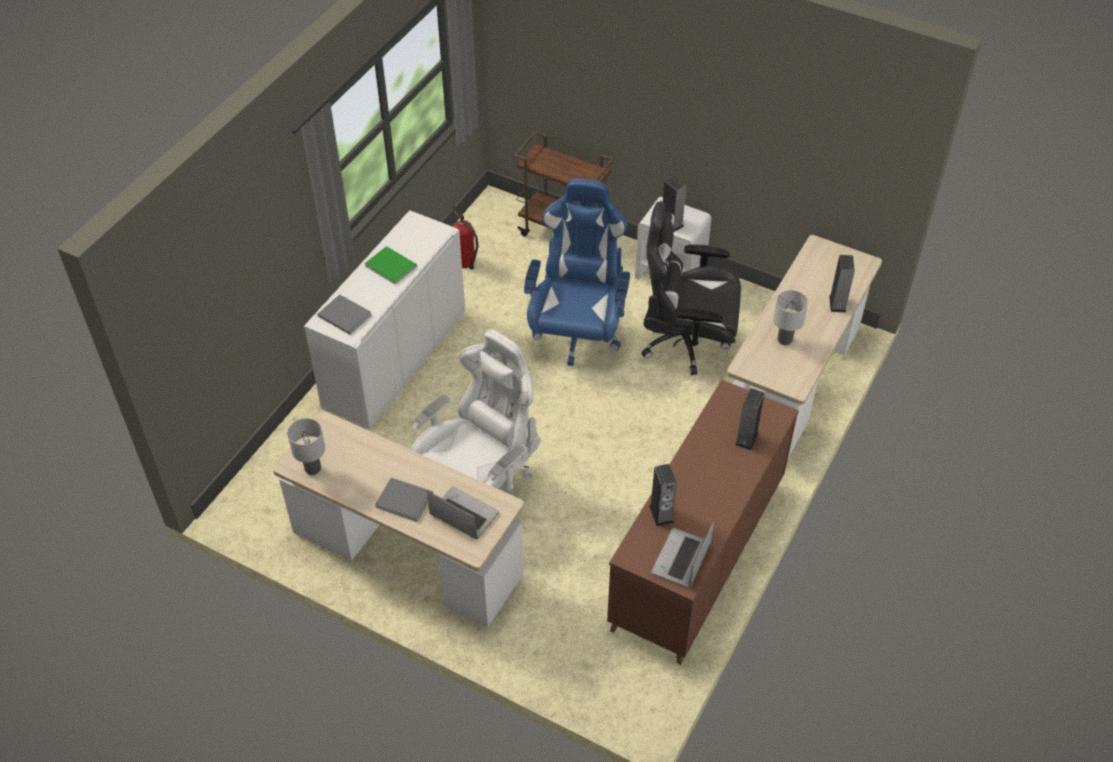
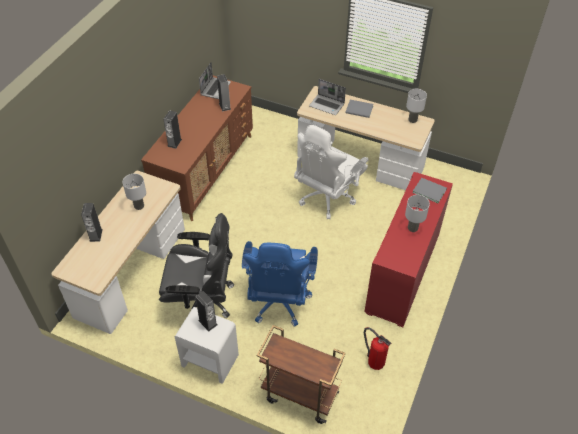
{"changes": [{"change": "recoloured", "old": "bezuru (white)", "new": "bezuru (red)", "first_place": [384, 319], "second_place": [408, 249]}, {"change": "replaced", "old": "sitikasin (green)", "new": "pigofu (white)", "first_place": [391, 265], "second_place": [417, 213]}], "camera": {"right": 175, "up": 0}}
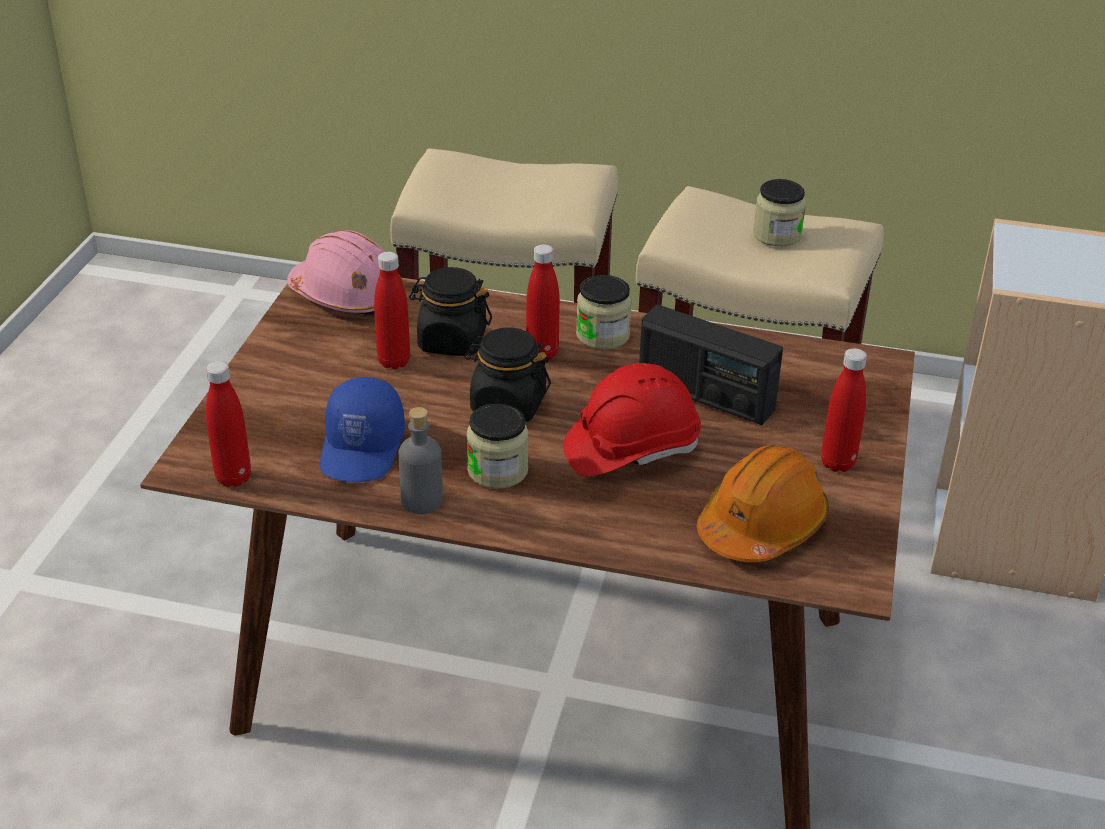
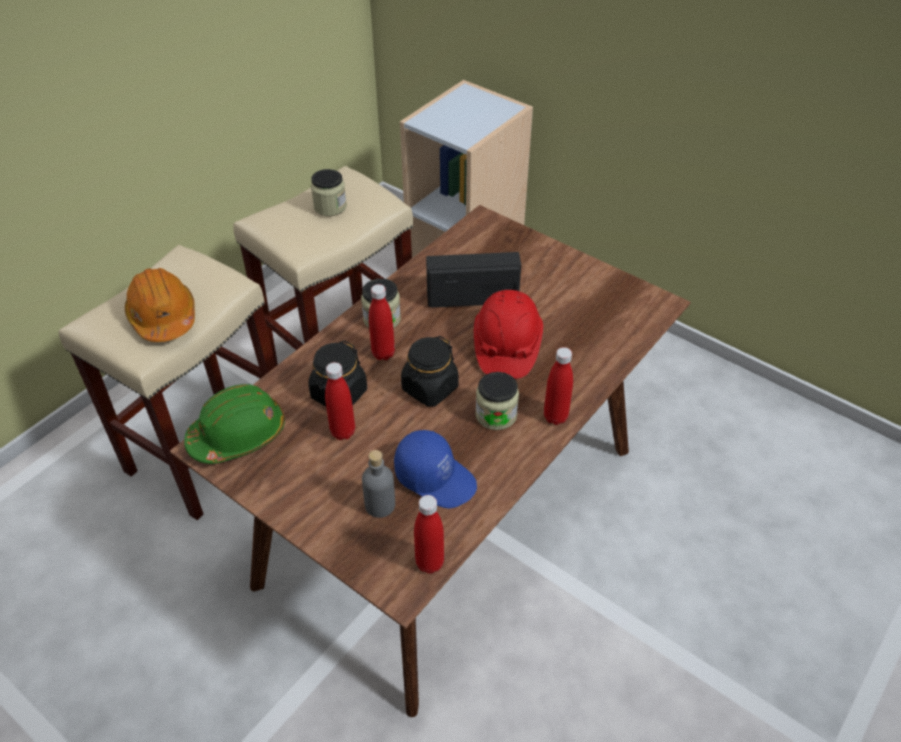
{"changes": [{"change": "moved", "old": "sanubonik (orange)", "first_place": [763, 503], "second_place": [160, 305]}, {"change": "recoloured", "old": "sanubonik (pink)", "new": "sanubonik (green)", "first_place": [345, 272], "second_place": [234, 424]}, {"change": "moved", "old": "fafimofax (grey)", "first_place": [421, 460], "second_place": [378, 484]}, {"change": "turned", "old": "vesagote", "first_place": [711, 365], "second_place": [473, 280], "degrees": -150}, {"change": "moved", "old": "fafimofax (red)", "first_place": [844, 410], "second_place": [558, 386]}], "camera": {"right": -65, "up": 10}}
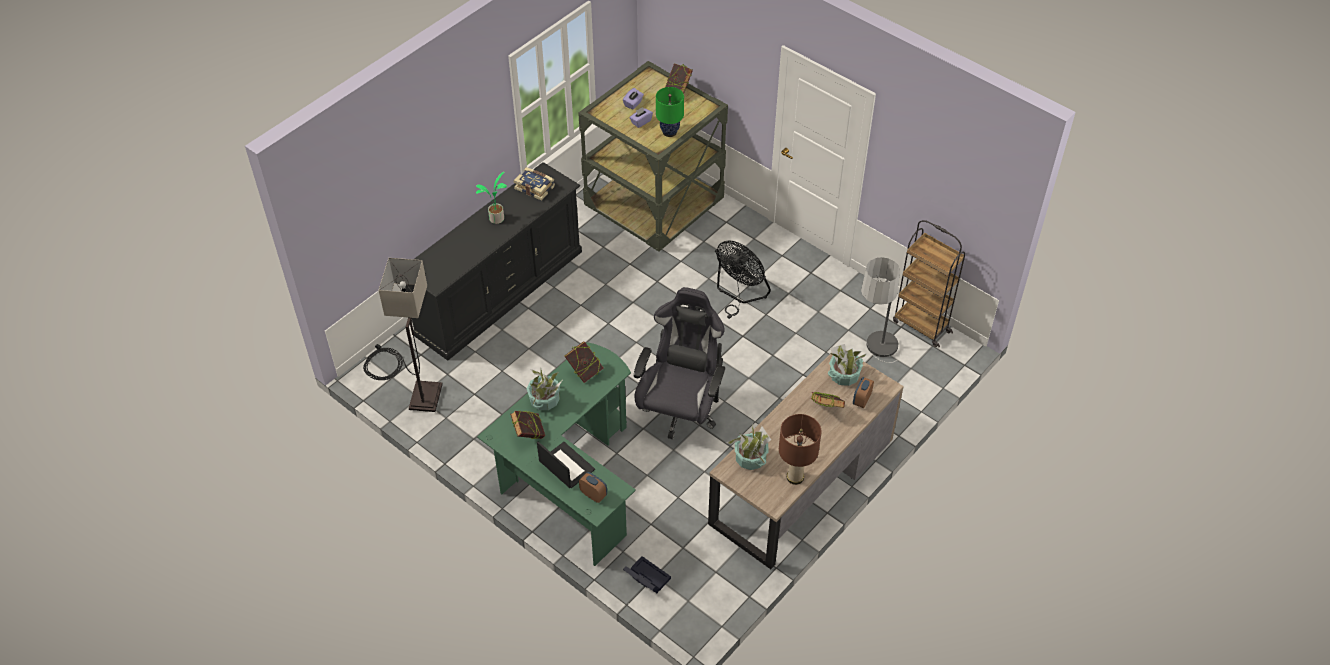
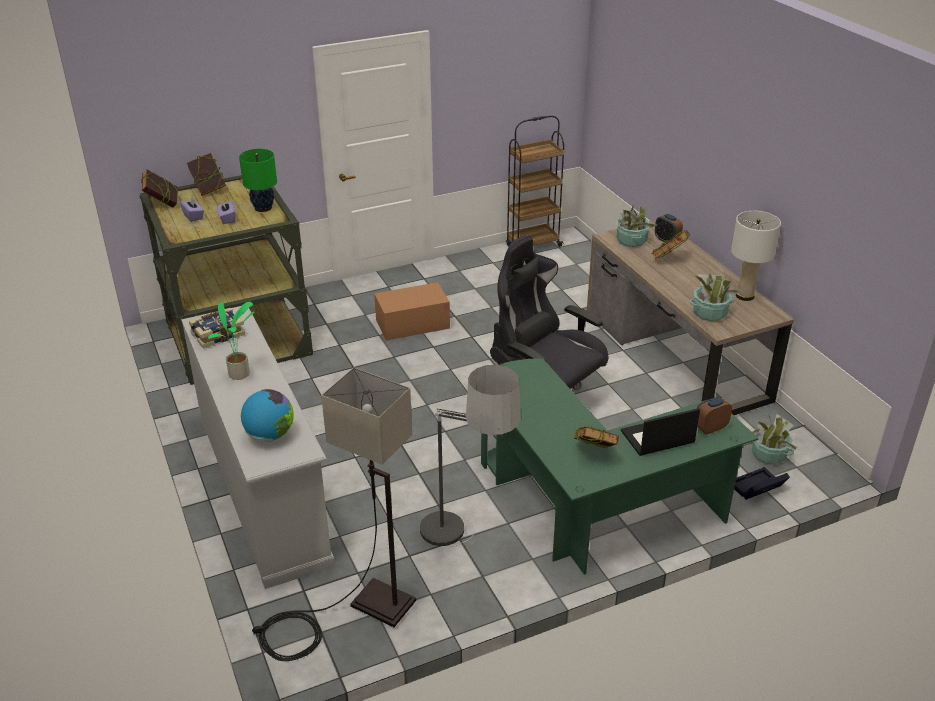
{"changes": [{"change": "moved", "old": "sitikasin", "first_place": [584, 362], "second_place": [159, 188]}, {"change": "recoloured", "old": "bezuru (black)", "new": "bezuru (white)", "first_place": [493, 261], "second_place": [258, 447]}, {"change": "added", "new": "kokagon", "second_place": [267, 415]}, {"change": "replaced", "old": "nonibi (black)", "new": "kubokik", "first_place": [742, 280], "second_place": [412, 311]}, {"change": "moved", "old": "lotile", "first_place": [881, 310], "second_place": [470, 455]}, {"change": "recoloured", "old": "pigofu (brown)", "new": "pigofu (white)", "first_place": [800, 449], "second_place": [756, 256]}, {"change": "moved", "old": "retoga", "first_place": [544, 389], "second_place": [775, 439]}], "camera": {"right": -65, "up": -15}}
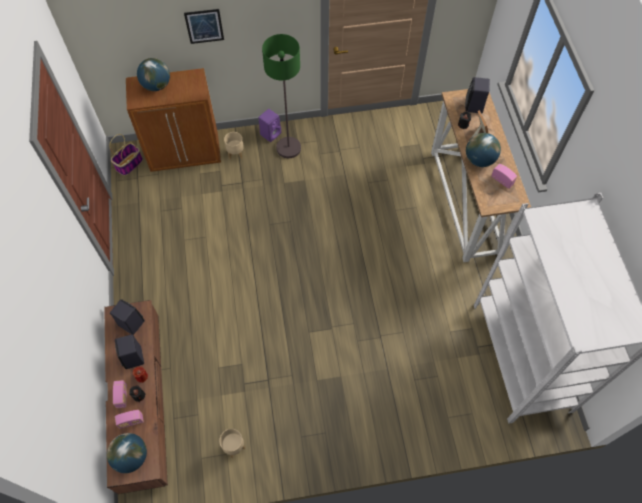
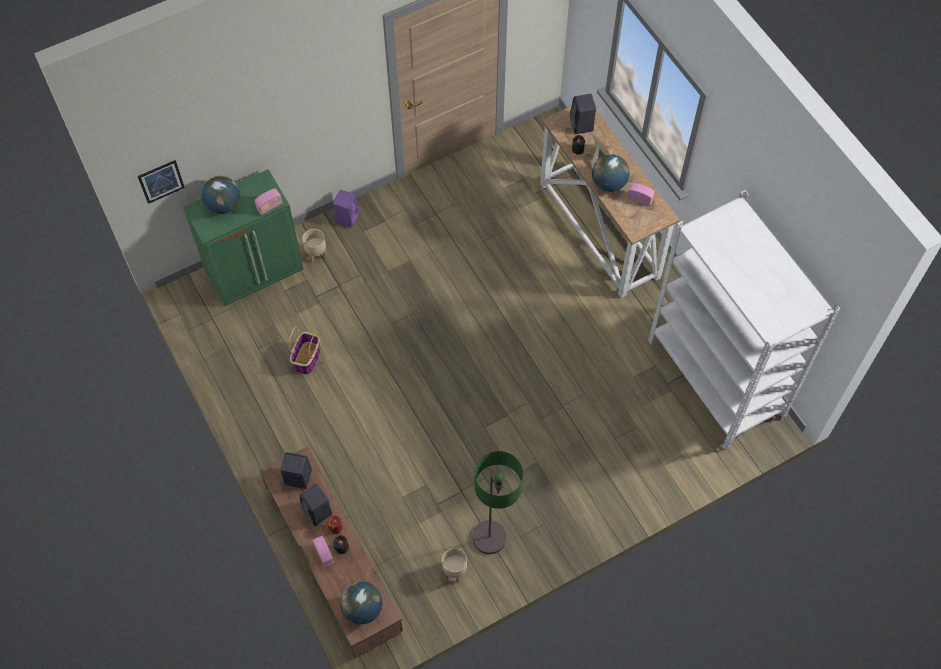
{"changes": [{"change": "moved", "old": "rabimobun", "first_place": [204, 26], "second_place": [161, 182]}, {"change": "recoloured", "old": "bezuru (brown)", "new": "bezuru (green)", "first_place": [173, 120], "second_place": [243, 237]}, {"change": "moved", "old": "vesagote", "first_place": [129, 419], "second_place": [268, 201]}, {"change": "moved", "old": "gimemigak", "first_place": [126, 154], "second_place": [304, 350]}, {"change": "moved", "old": "lotile (green)", "first_place": [281, 96], "second_place": [497, 502]}], "camera": {"right": -20, "up": 0}}
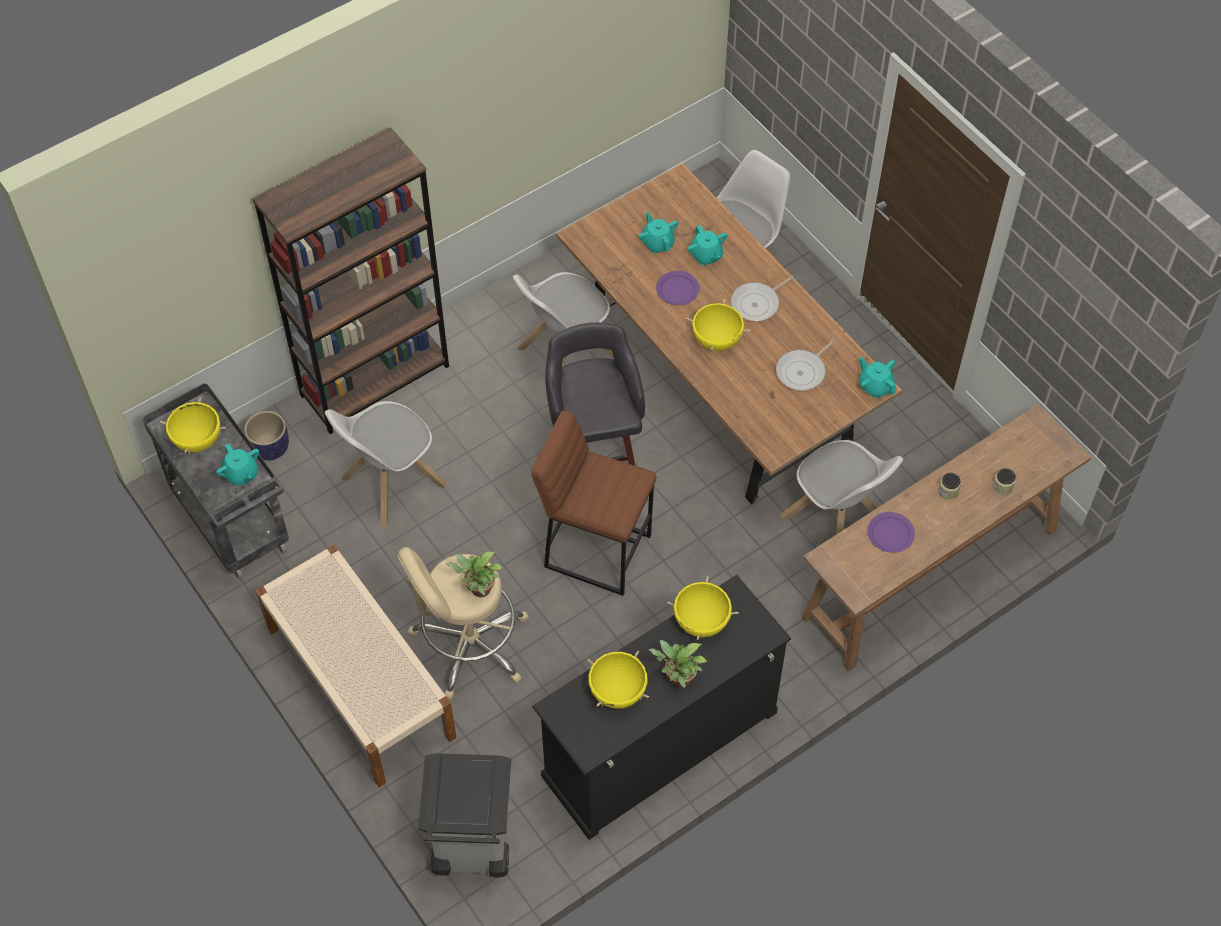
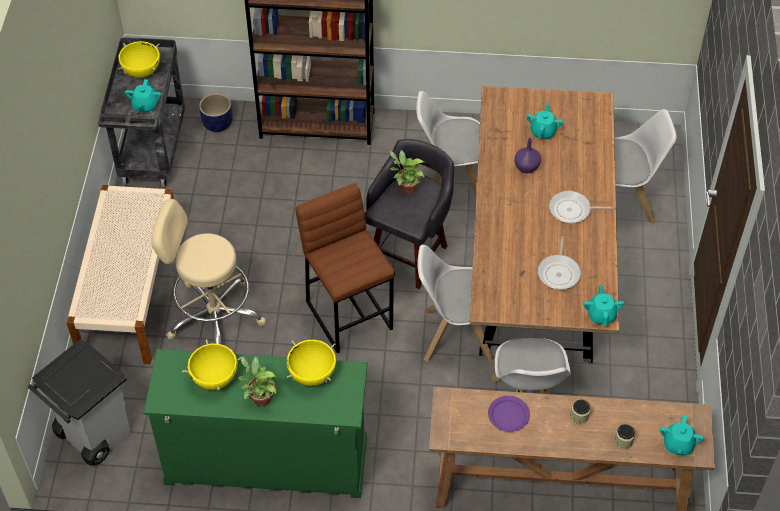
{"changes": [{"change": "recoloured", "old": "bezuru (black)", "new": "bezuru (green)", "first_place": [661, 707], "second_place": [255, 423]}, {"change": "moved", "old": "retoga", "first_place": [474, 574], "second_place": [407, 172]}, {"change": "moved", "old": "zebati", "first_place": [386, 463], "second_place": [456, 303]}, {"change": "replaced", "old": "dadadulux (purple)", "new": "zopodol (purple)", "first_place": [677, 288], "second_place": [527, 155]}, {"change": "turned", "old": "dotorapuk", "first_place": [805, 365], "second_place": [559, 263], "degrees": -75}, {"change": "moved", "old": "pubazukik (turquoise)", "first_place": [707, 245], "second_place": [682, 435]}, {"change": "removed", "old": "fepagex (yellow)", "first_place": [718, 325]}], "camera": {"right": 40, "up": -5}}
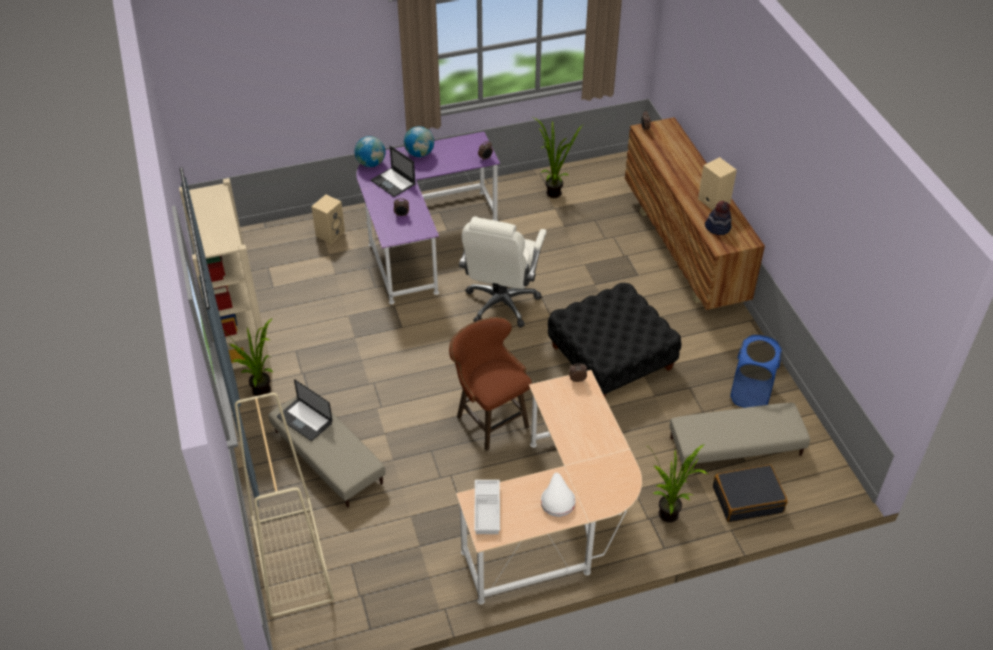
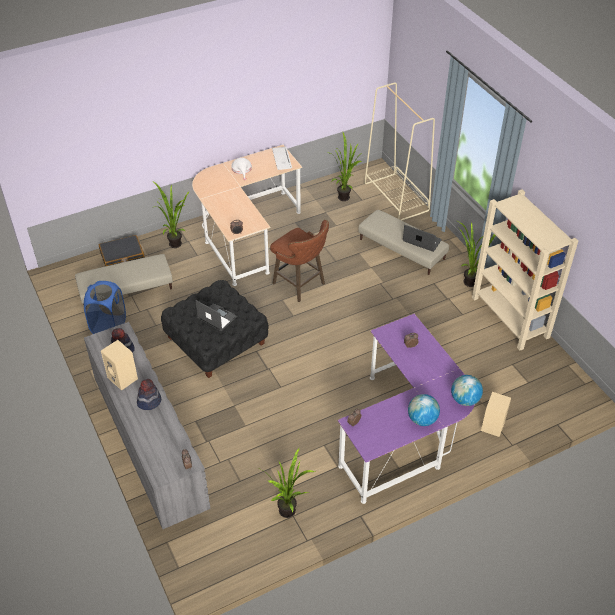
{"changes": [{"change": "recoloured", "old": "bezuru (brown)", "new": "bezuru (grey)", "first_place": [695, 213], "second_place": [147, 425]}, {"change": "added", "new": "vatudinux", "second_place": [149, 394]}, {"change": "moved", "old": "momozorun", "first_place": [393, 171], "second_place": [216, 316]}, {"change": "added", "new": "retoga", "second_place": [344, 167]}, {"change": "removed", "old": "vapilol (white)", "first_place": [503, 272]}], "camera": {"right": 170, "up": 0}}
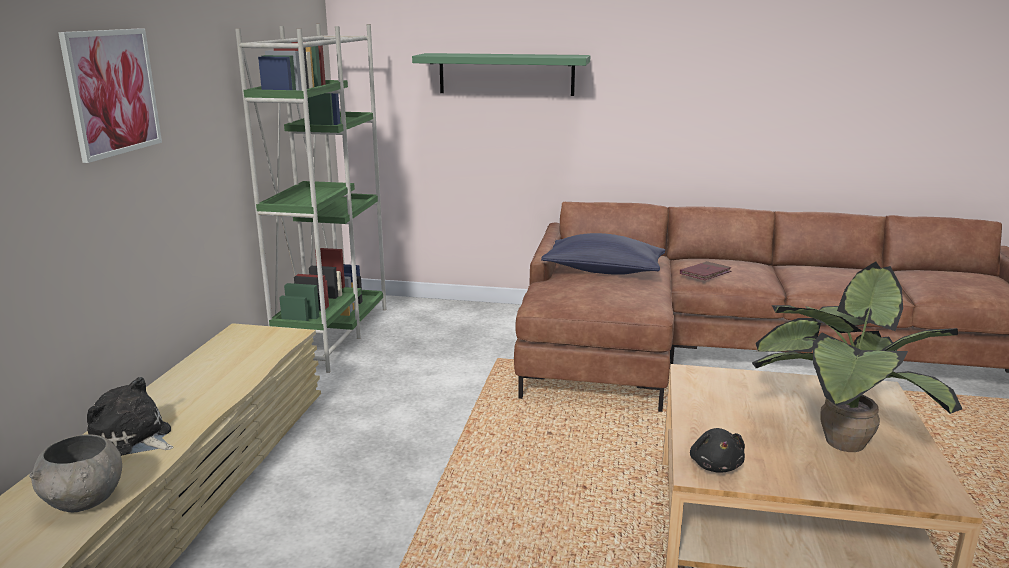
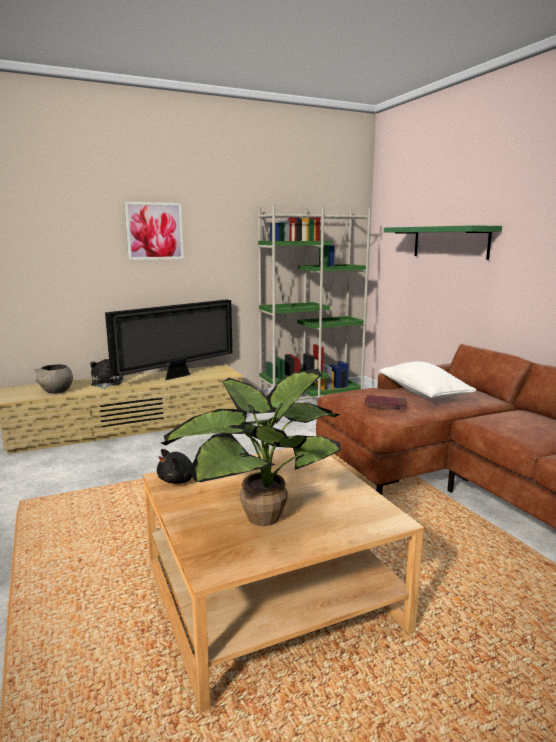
{"changes": [{"change": "added", "new": "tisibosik", "second_place": [168, 340]}, {"change": "moved", "old": "sitikasin (red)", "first_place": [706, 270], "second_place": [385, 402]}, {"change": "recoloured", "old": "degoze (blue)", "new": "degoze (white)", "first_place": [603, 254], "second_place": [427, 379]}], "camera": {"right": 55, "up": -5}}
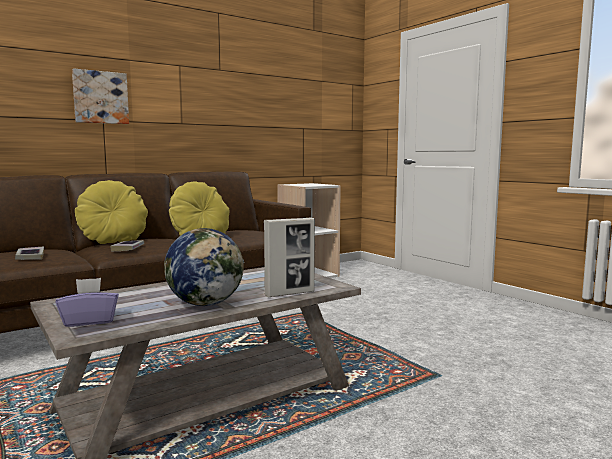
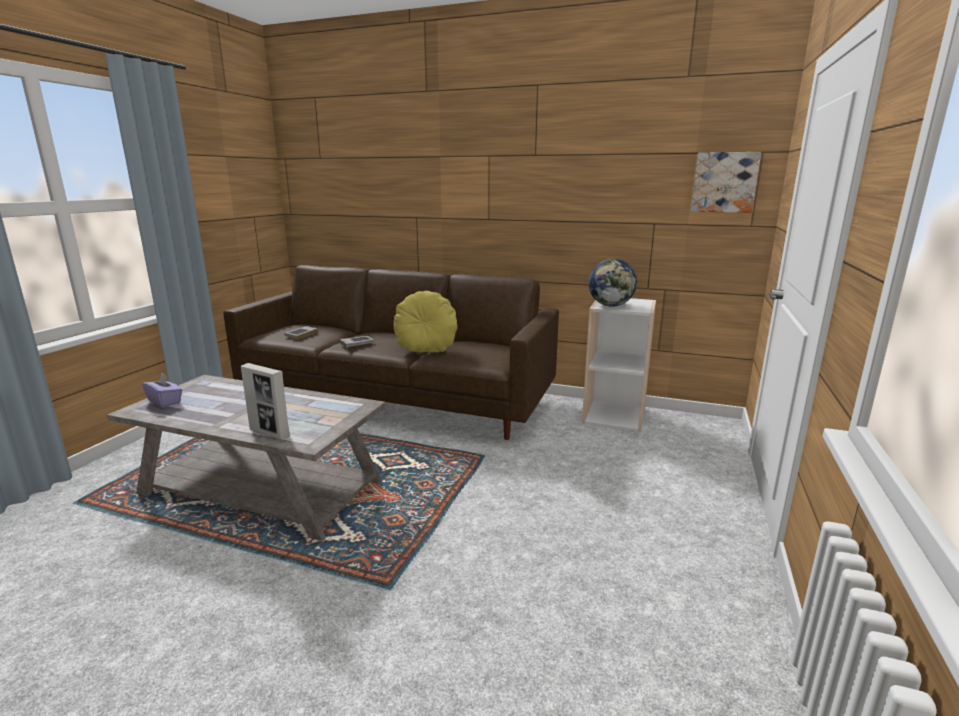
{"changes": [{"change": "moved", "old": "kokagon", "first_place": [204, 267], "second_place": [613, 283]}, {"change": "moved", "old": "rabimobun", "first_place": [100, 96], "second_place": [726, 182]}, {"change": "removed", "old": "degoze (yellow)", "first_place": [111, 212]}], "camera": {"right": 55, "up": 10}}
